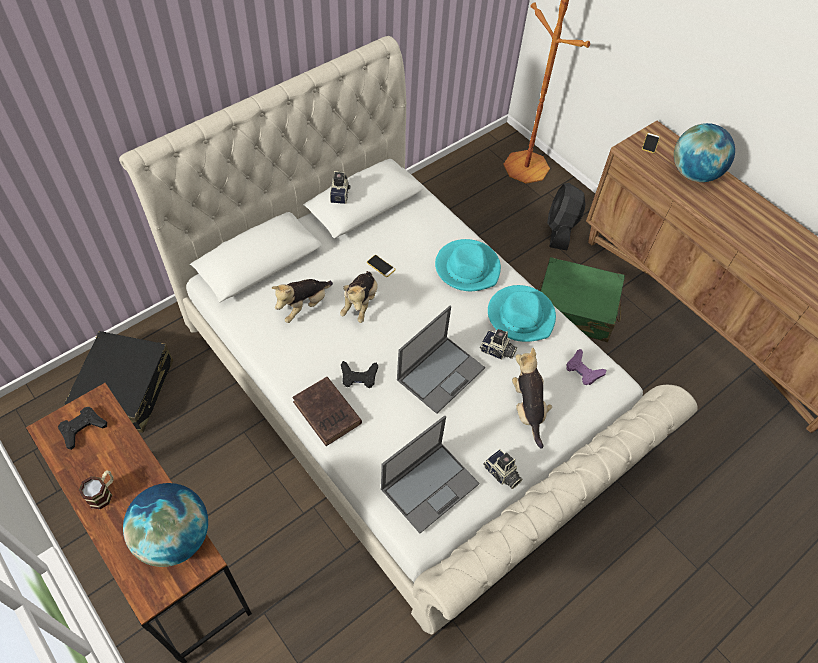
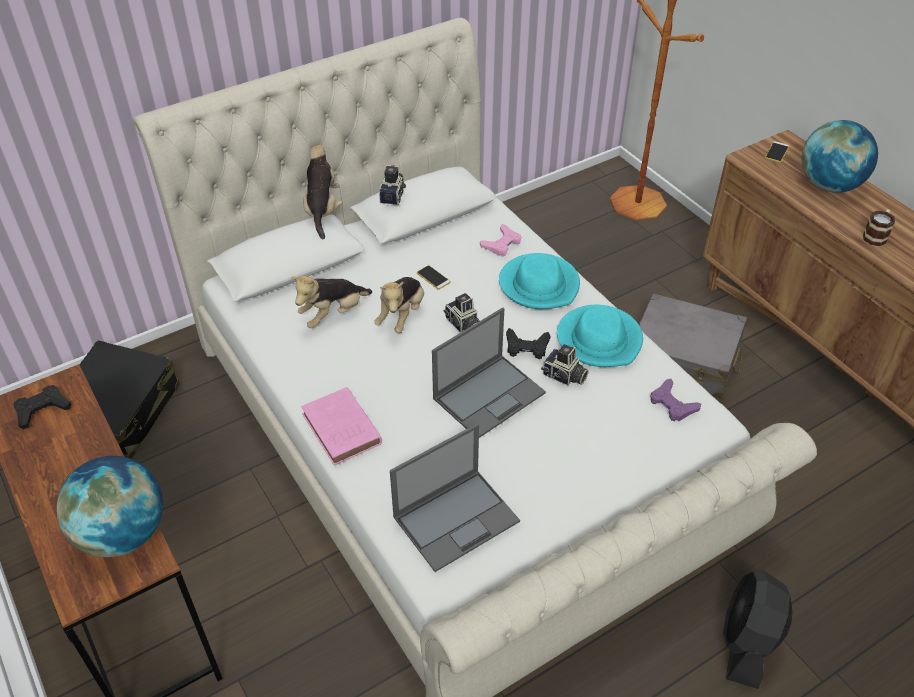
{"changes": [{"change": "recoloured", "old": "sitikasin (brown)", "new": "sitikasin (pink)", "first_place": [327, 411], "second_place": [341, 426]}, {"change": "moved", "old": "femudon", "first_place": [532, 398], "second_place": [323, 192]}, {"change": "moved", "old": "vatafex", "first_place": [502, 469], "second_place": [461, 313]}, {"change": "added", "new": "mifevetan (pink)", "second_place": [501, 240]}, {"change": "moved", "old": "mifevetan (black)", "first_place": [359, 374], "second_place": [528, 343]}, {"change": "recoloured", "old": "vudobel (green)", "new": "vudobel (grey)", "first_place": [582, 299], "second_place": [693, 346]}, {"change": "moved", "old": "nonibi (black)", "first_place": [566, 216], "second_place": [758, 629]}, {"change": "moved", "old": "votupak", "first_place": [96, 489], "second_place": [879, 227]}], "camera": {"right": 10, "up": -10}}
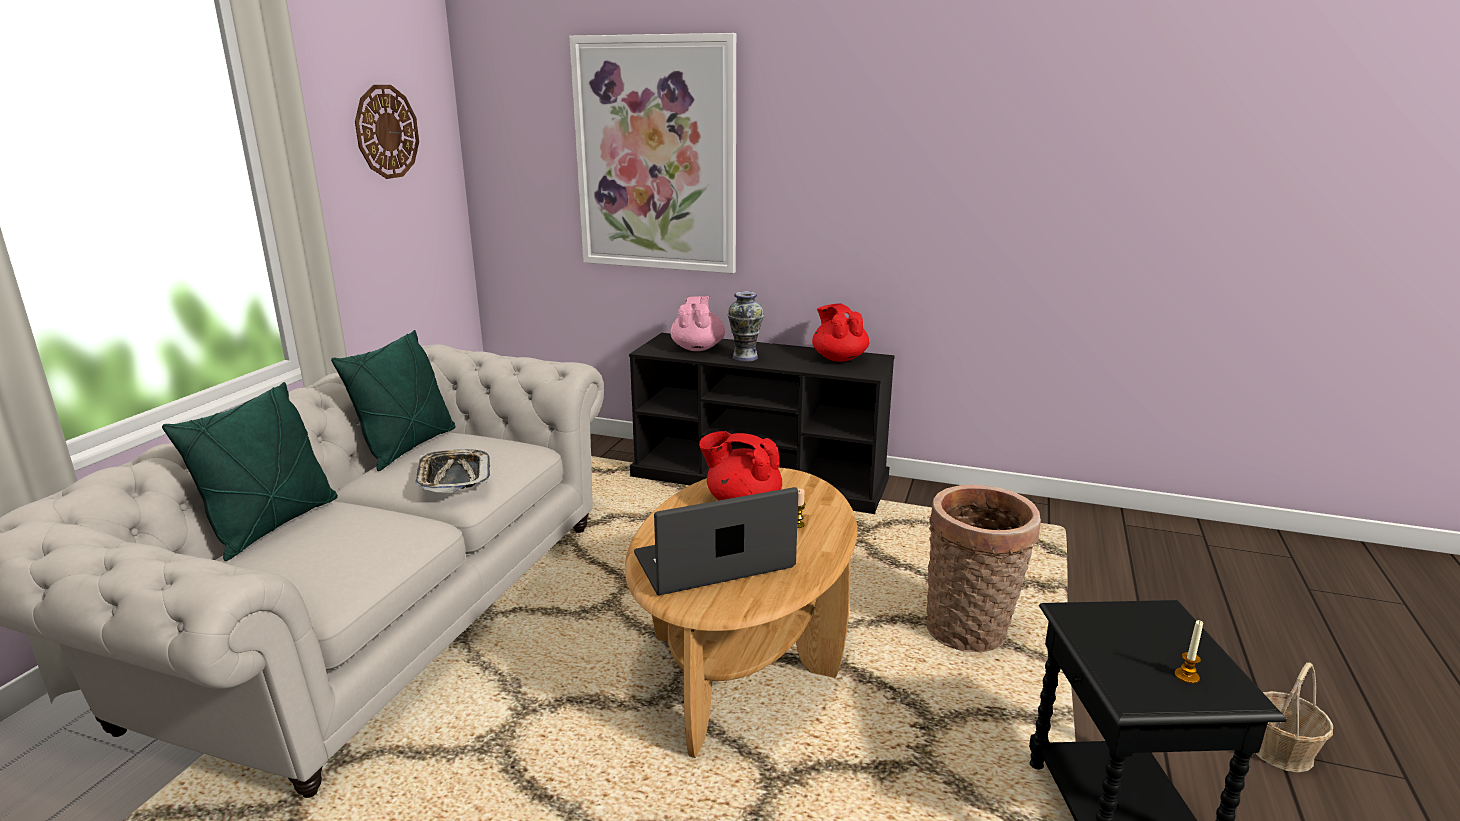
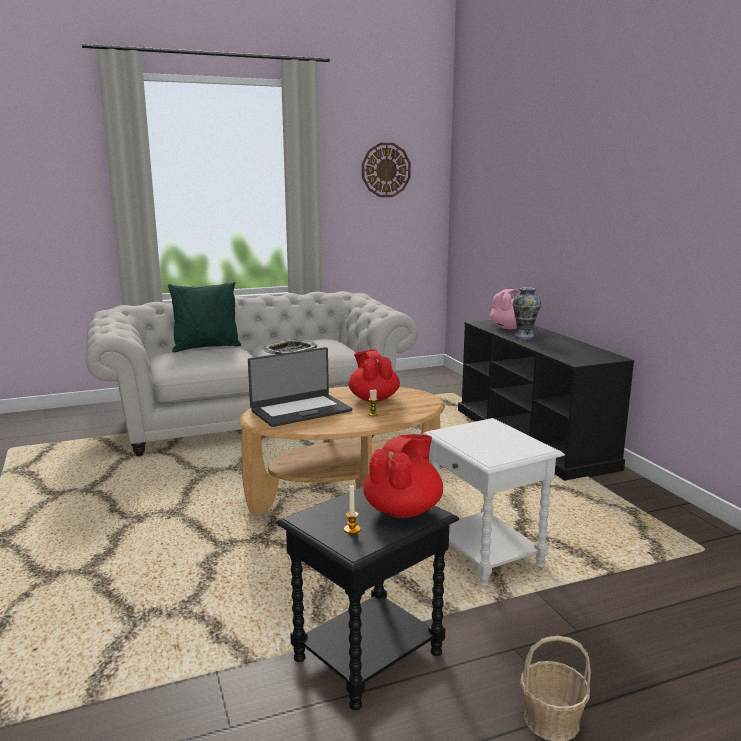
{"changes": [{"change": "turned", "old": "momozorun", "first_place": [716, 541], "second_place": [300, 387], "degrees": 120}, {"change": "moved", "old": "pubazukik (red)", "first_place": [840, 332], "second_place": [403, 476]}, {"change": "replaced", "old": "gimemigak", "new": "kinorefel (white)", "first_place": [983, 568], "second_place": [493, 502]}, {"change": "removed", "old": "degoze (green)", "first_place": [393, 400]}, {"change": "removed", "old": "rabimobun", "first_place": [652, 153]}], "camera": {"right": 50, "up": -5}}
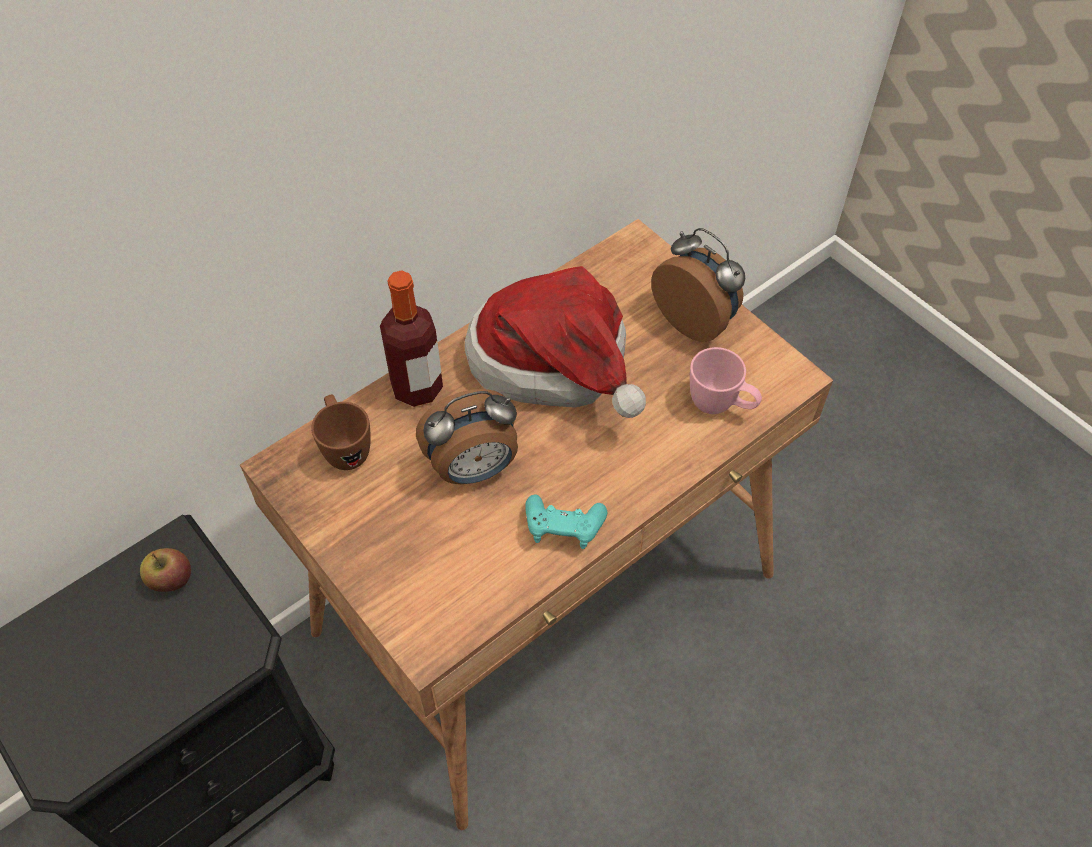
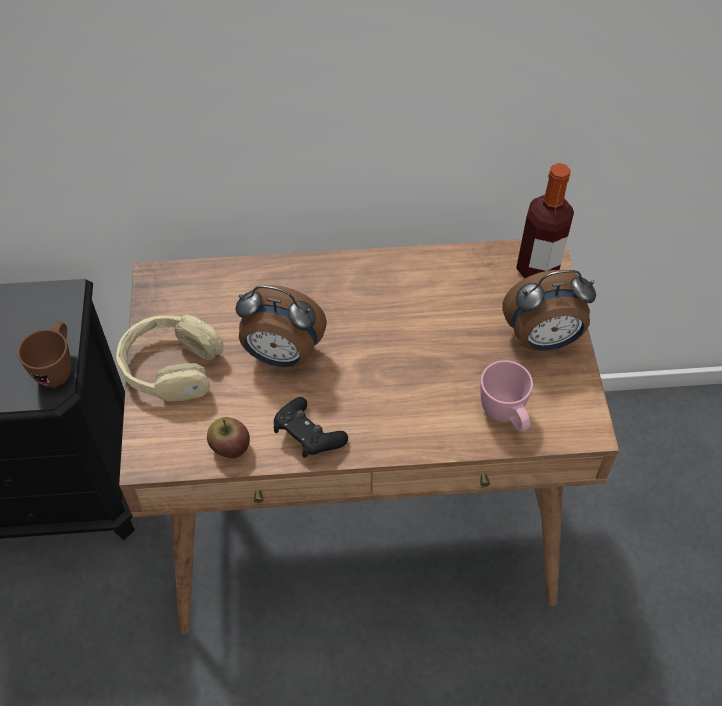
{"changes": [{"change": "moved", "old": "votupak (brown)", "first_place": [341, 432], "second_place": [44, 354]}, {"change": "added", "new": "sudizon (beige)", "second_place": [170, 358]}, {"change": "moved", "old": "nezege", "first_place": [165, 570], "second_place": [228, 437]}, {"change": "recoloured", "old": "mifevetan (turquoise)", "new": "mifevetan (black)", "first_place": [566, 522], "second_place": [311, 427]}, {"change": "turned", "old": "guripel", "first_place": [698, 285], "second_place": [549, 310], "degrees": 90}, {"change": "moved", "old": "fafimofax", "first_place": [411, 338], "second_place": [545, 221]}, {"change": "removed", "old": "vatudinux", "first_place": [555, 342]}], "camera": {"right": 35, "up": 0}}
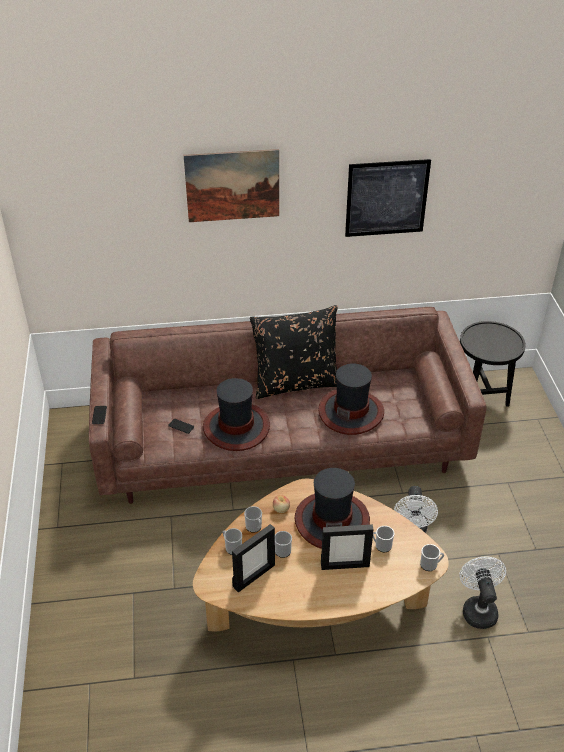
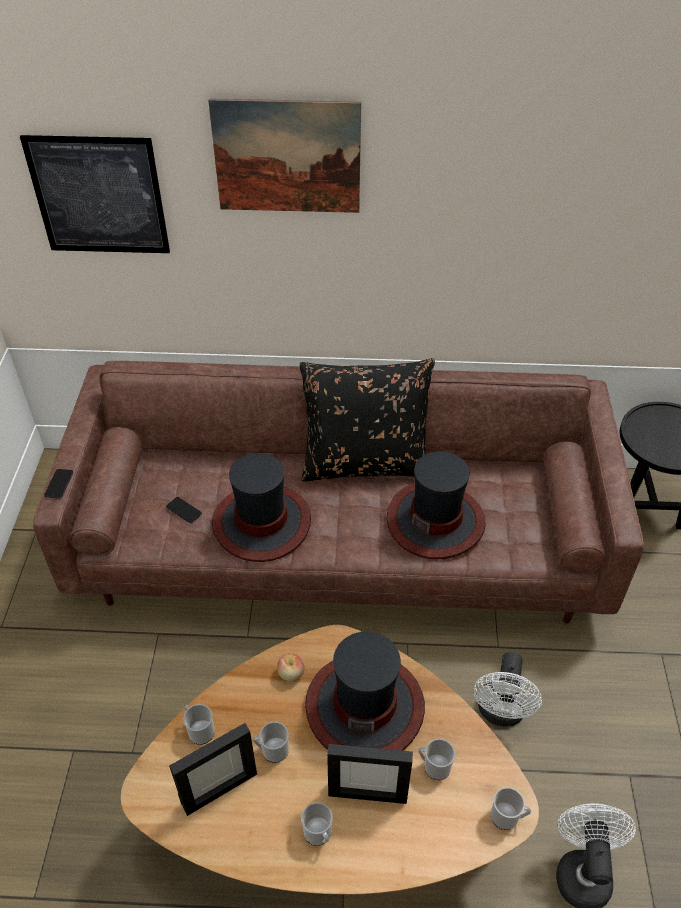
{"changes": [{"change": "moved", "old": "rabimobun", "first_place": [388, 198], "second_place": [95, 194]}, {"change": "moved", "old": "votupak", "first_place": [253, 519], "second_place": [317, 824]}], "camera": {"right": 10, "up": 5}}
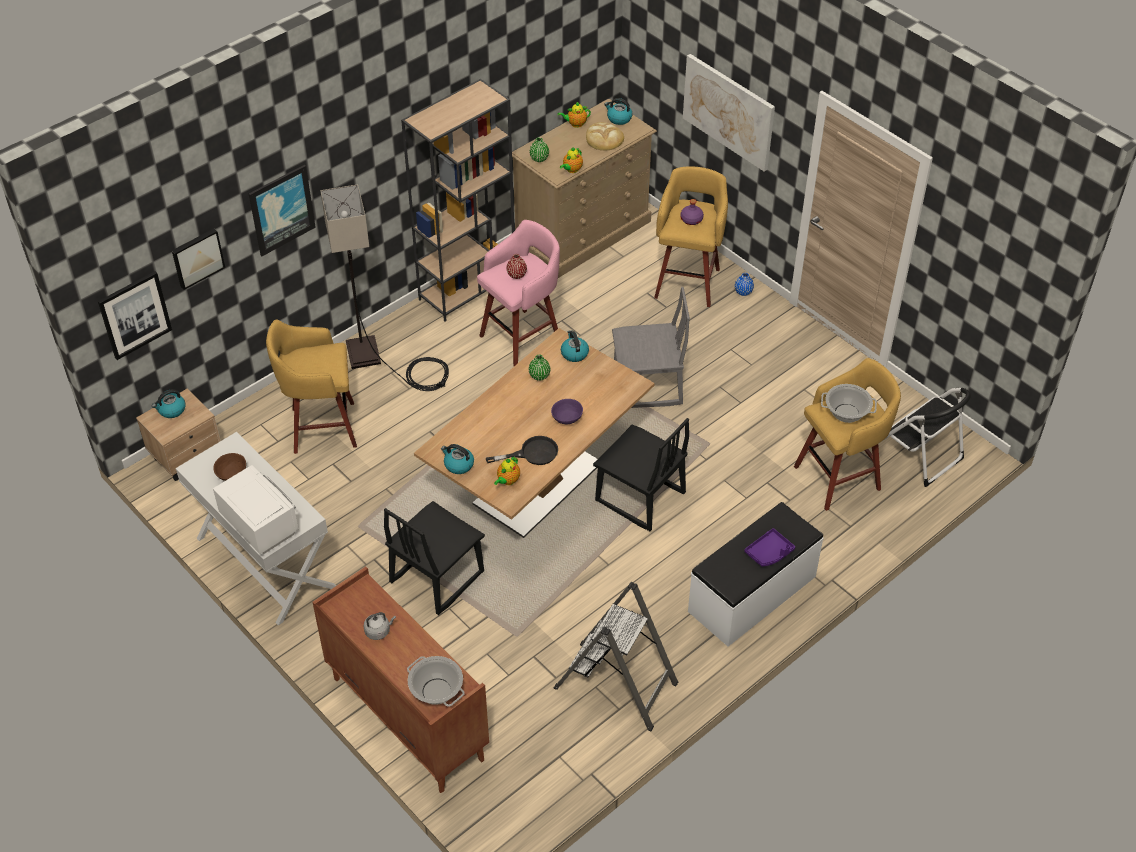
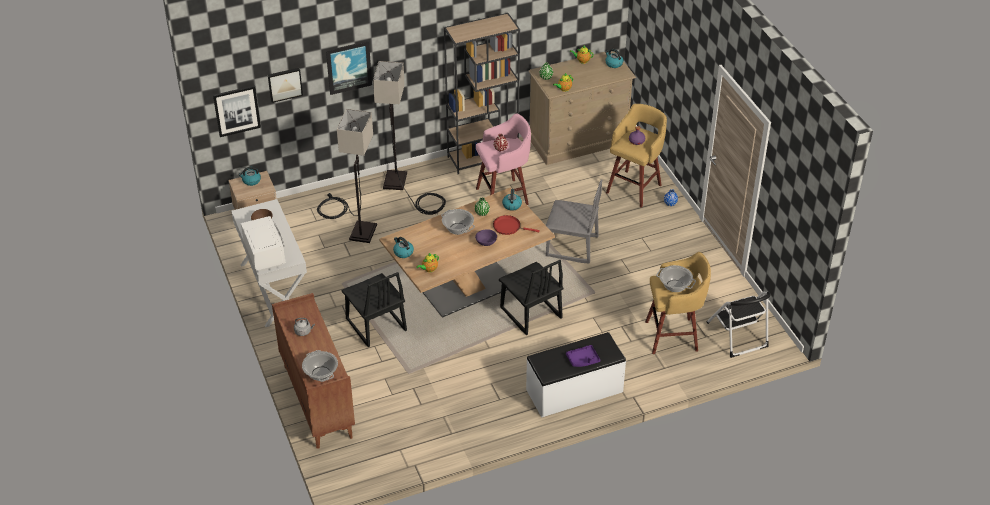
{"changes": [{"change": "replaced", "old": "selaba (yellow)", "new": "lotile", "first_place": [311, 386], "second_place": [347, 176]}, {"change": "turned", "old": "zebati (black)", "first_place": [434, 558], "second_place": [374, 309], "degrees": -90}, {"change": "added", "new": "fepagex", "second_place": [458, 222]}, {"change": "added", "new": "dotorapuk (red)", "second_place": [516, 225]}, {"change": "removed", "old": "dotorapuk (black)", "first_place": [522, 450]}, {"change": "removed", "old": "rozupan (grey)", "first_place": [616, 656]}, {"change": "removed", "old": "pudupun", "first_place": [605, 136]}, {"change": "removed", "old": "rabimobun", "first_place": [729, 113]}], "camera": {"right": 20, "up": -5}}
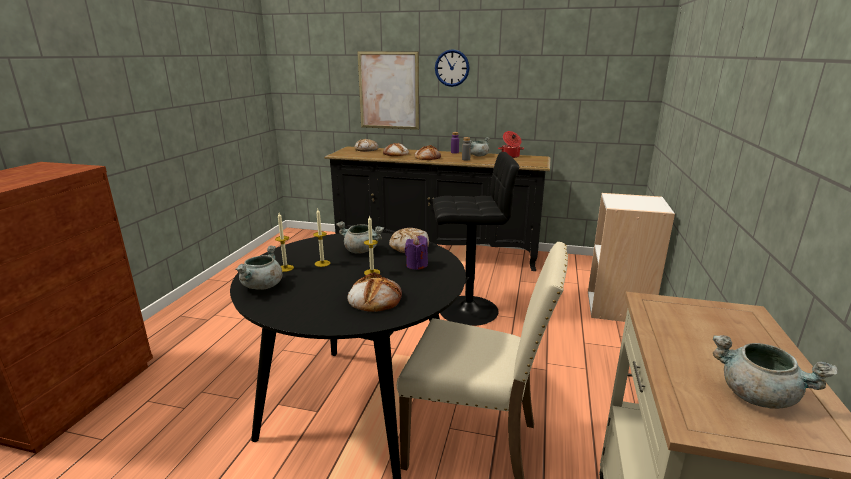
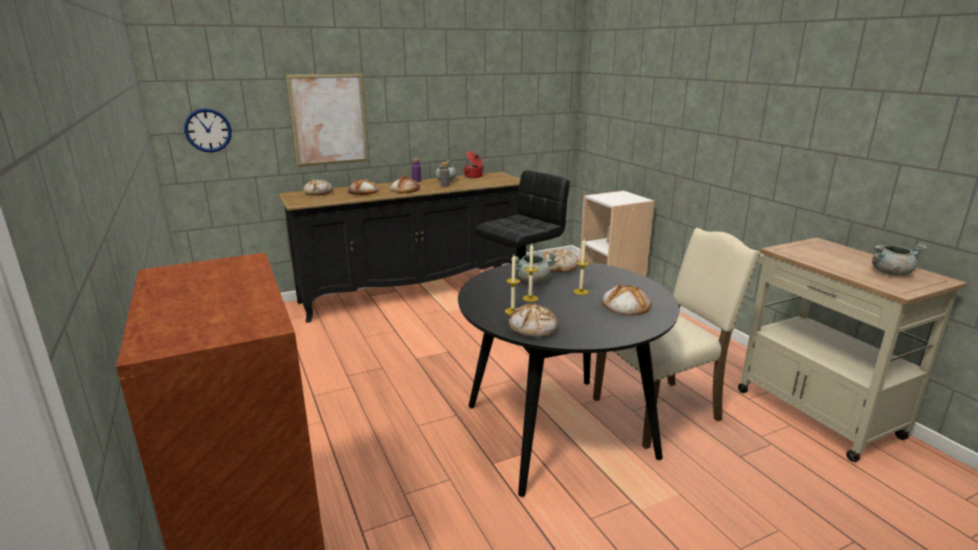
{"changes": [{"change": "moved", "old": "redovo", "first_place": [452, 68], "second_place": [208, 130]}, {"change": "replaced", "old": "fepagex (grey)", "new": "pudupun", "first_place": [259, 267], "second_place": [533, 320]}, {"change": "removed", "old": "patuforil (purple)", "first_place": [416, 253]}], "camera": {"right": -40, "up": 0}}
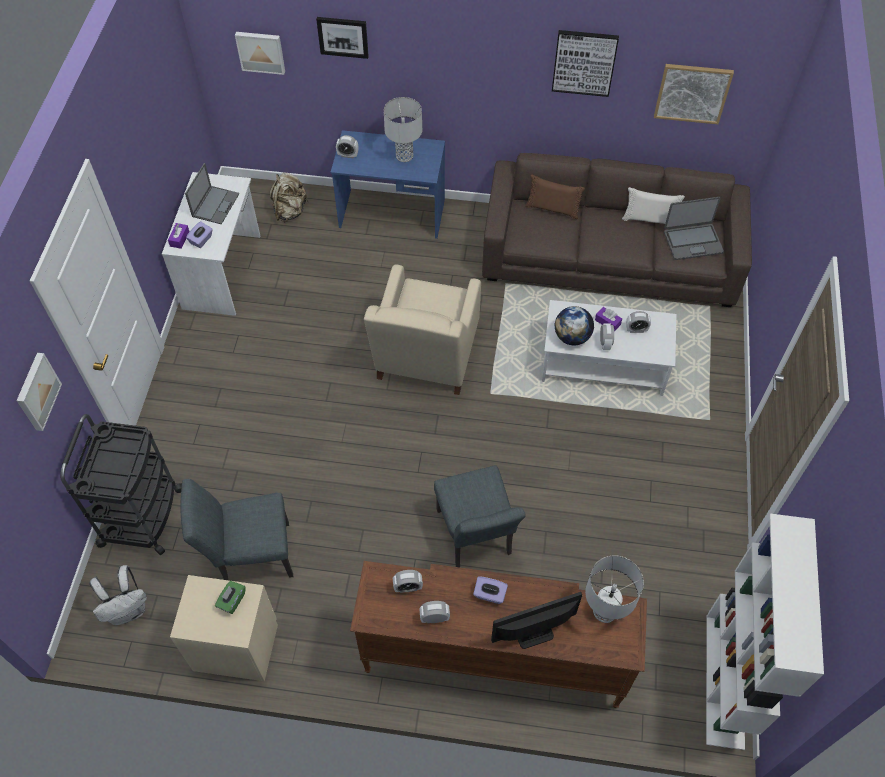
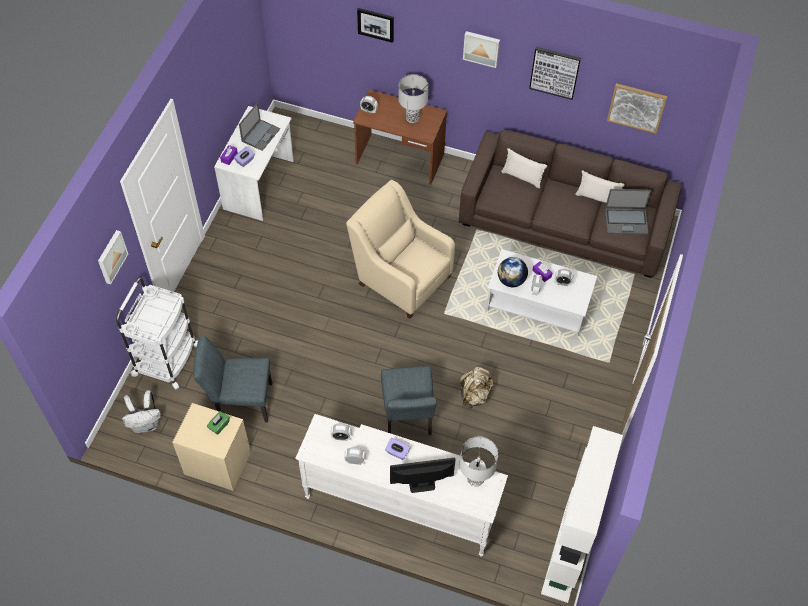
{"changes": [{"change": "recoloured", "old": "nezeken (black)", "new": "nezeken (white)", "first_place": [121, 484], "second_place": [157, 334]}, {"change": "recoloured", "old": "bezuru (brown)", "new": "bezuru (white)", "first_place": [498, 634], "second_place": [401, 485]}, {"change": "turned", "old": "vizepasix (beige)", "first_place": [422, 330], "second_place": [400, 249], "degrees": 105}, {"change": "recoloured", "old": "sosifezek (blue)", "new": "sosifezek (brown)", "first_place": [388, 184], "second_place": [400, 137]}, {"change": "moved", "old": "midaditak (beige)", "first_place": [289, 198], "second_place": [477, 387]}, {"change": "moved", "old": "rabimobun", "first_place": [260, 53], "second_place": [481, 49]}, {"change": "recoloured", "old": "degoze (brown)", "new": "degoze (white)", "first_place": [555, 197], "second_place": [524, 168]}], "camera": {"right": 10, "up": 0}}
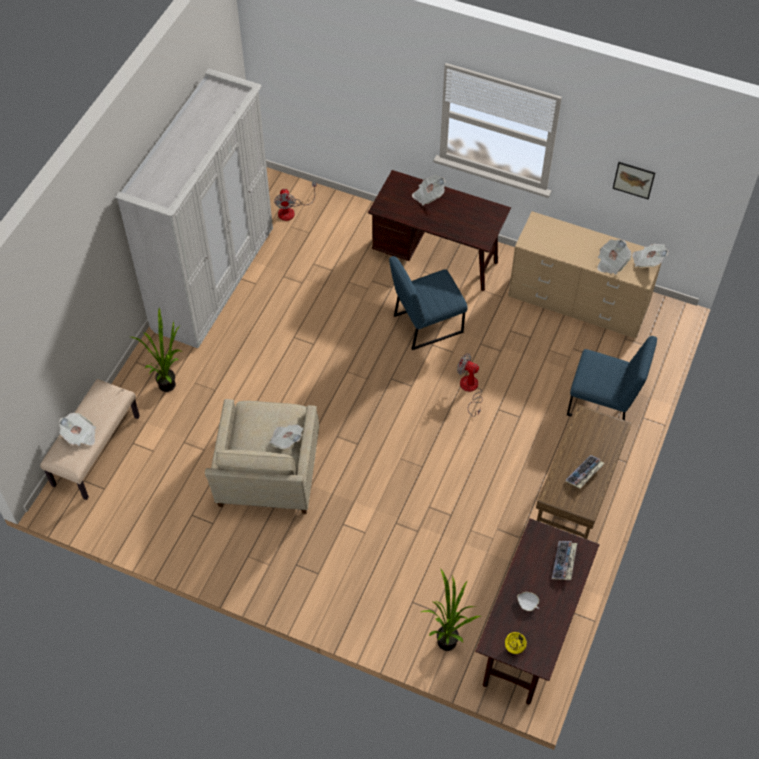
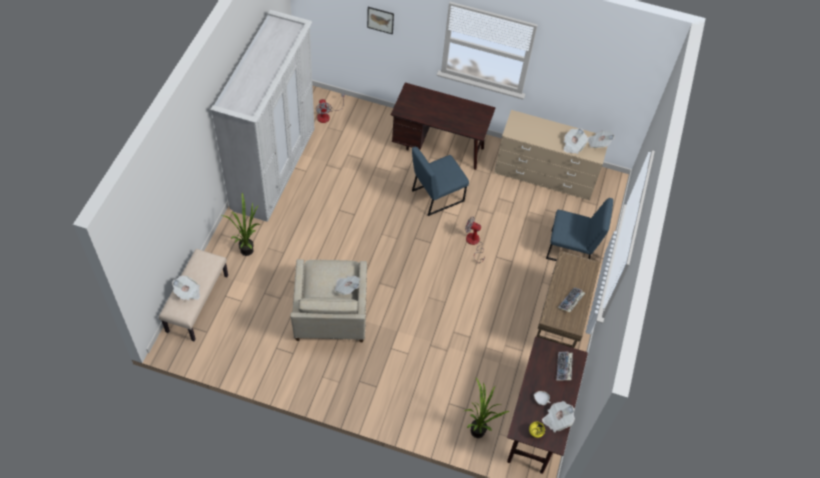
{"changes": [{"change": "moved", "old": "rabimobun", "first_place": [634, 180], "second_place": [380, 21]}, {"change": "moved", "old": "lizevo", "first_place": [429, 190], "second_place": [558, 416]}], "camera": {"right": -10, "up": 0}}
